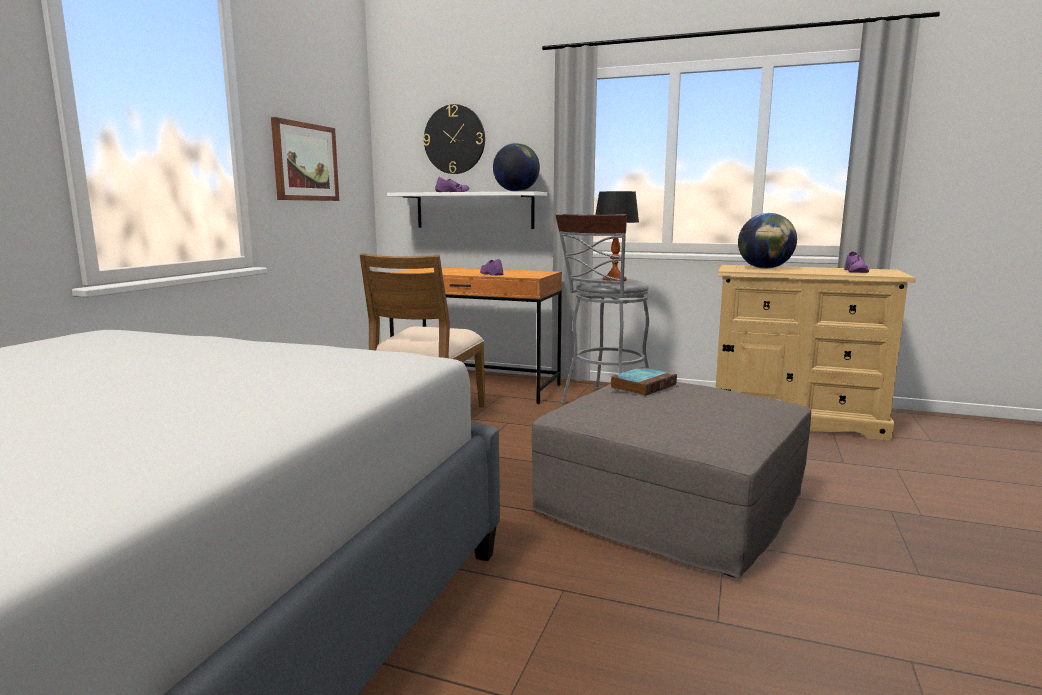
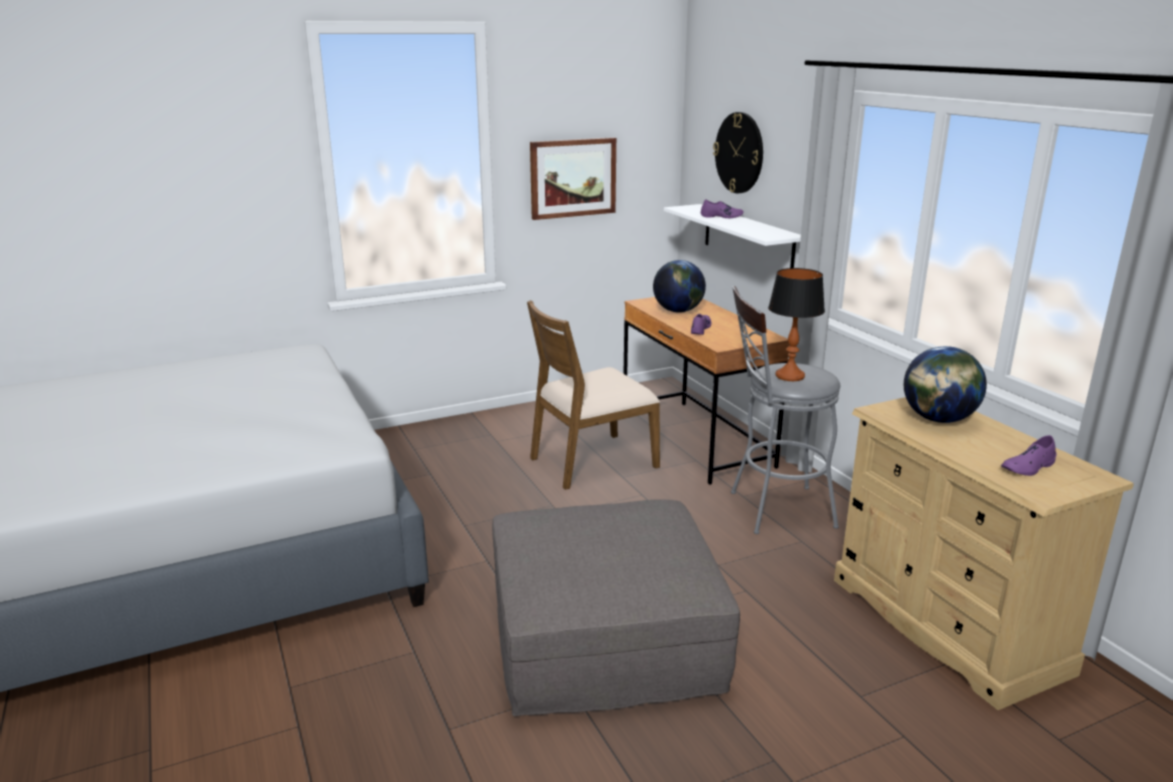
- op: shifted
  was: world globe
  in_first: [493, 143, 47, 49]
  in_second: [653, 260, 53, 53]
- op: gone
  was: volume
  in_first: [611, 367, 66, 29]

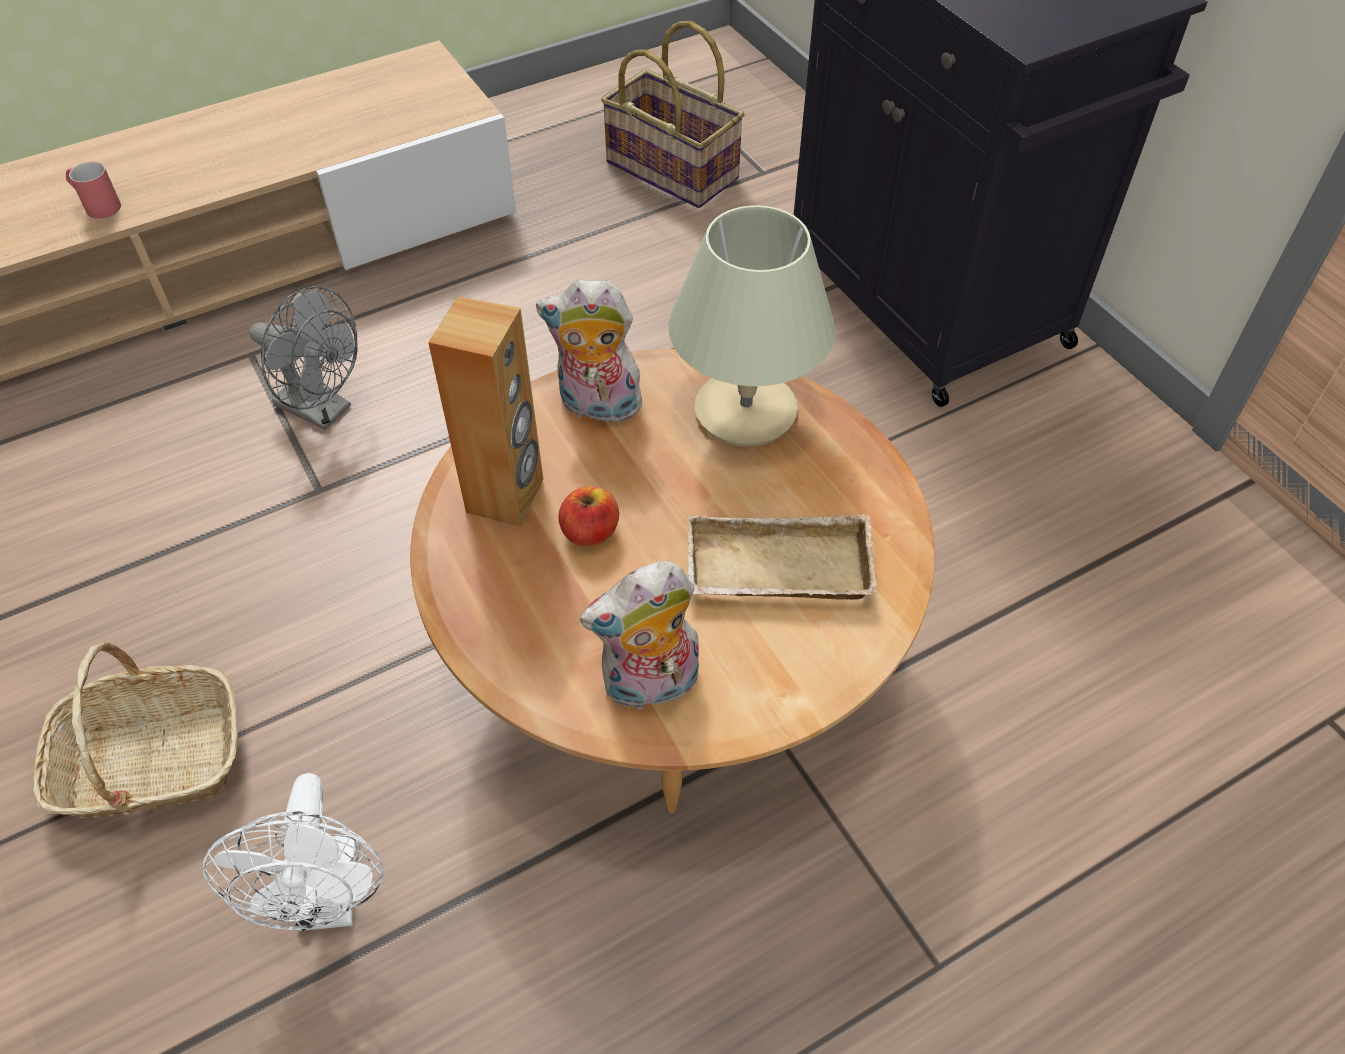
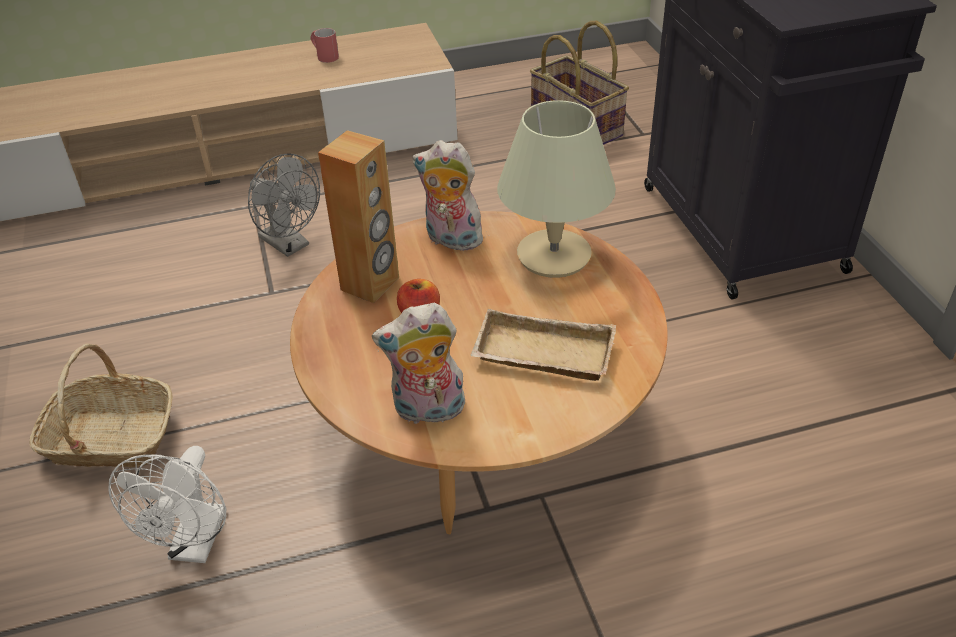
- op: shifted
  was: red mug
  in_first: [66, 162, 55, 57]
  in_second: [310, 28, 29, 35]

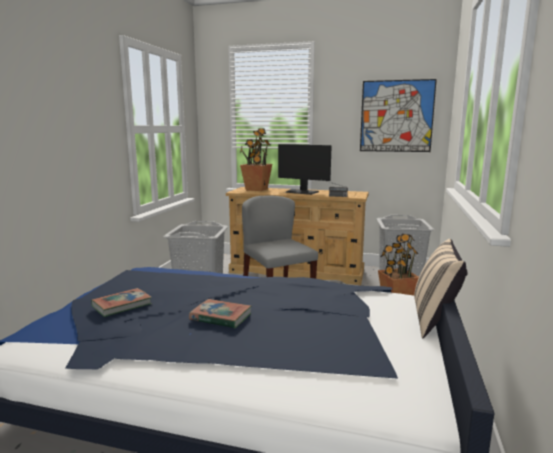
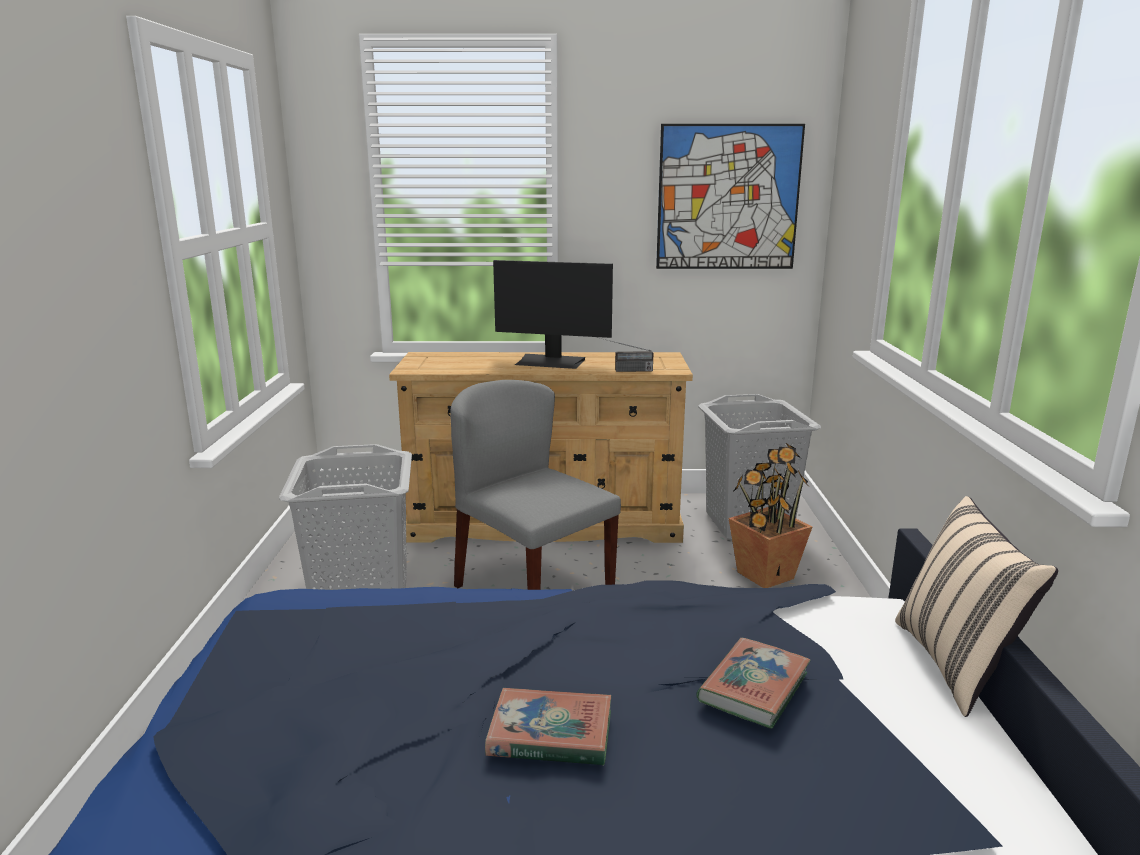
- op: shifted
  was: volume
  in_first: [91, 288, 61, 29]
  in_second: [696, 638, 115, 91]
- op: gone
  was: plant in a pot
  in_first: [240, 128, 32, 63]

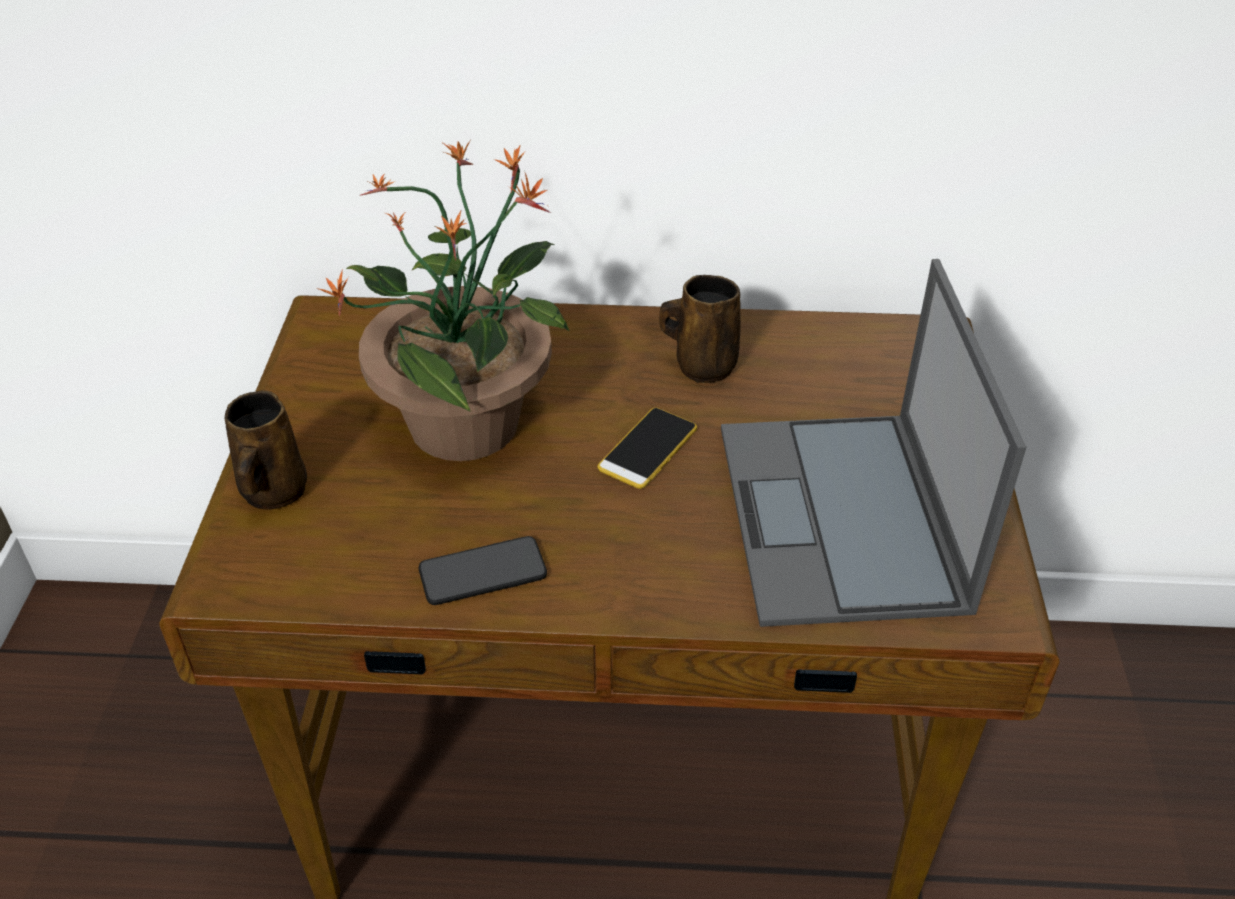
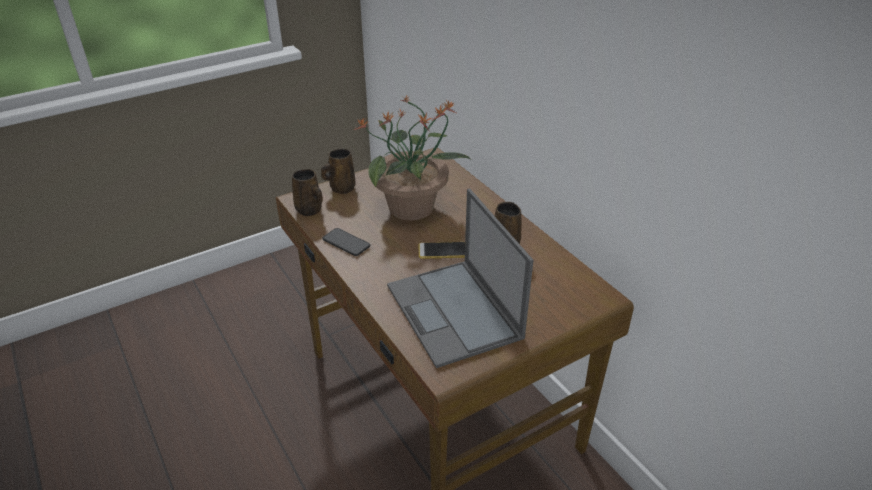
- op: rotated
  was: notebook computer
  in_first: [721, 259, 305, 368]
  in_second: [387, 188, 146, 180]
  clockwise: -75
- op: new
  now: brown mug
  in_second: [292, 169, 31, 47]

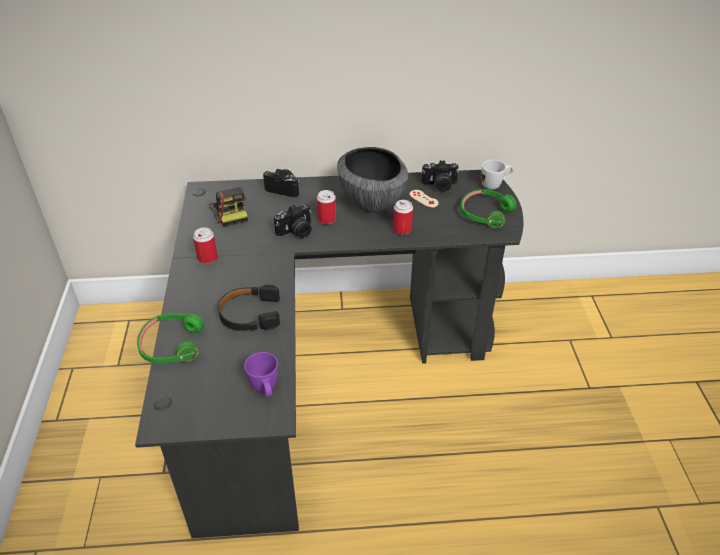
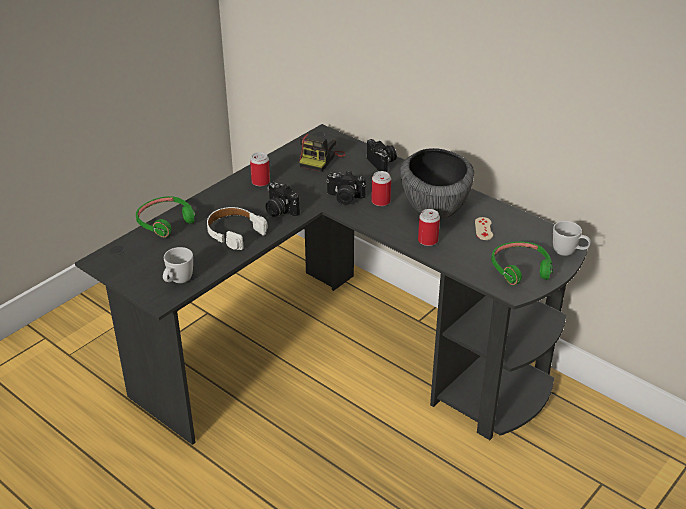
- op: repainted
  was: blackish headset
  now: white headset
  in_first: [218, 285, 62, 46]
  in_second: [207, 207, 61, 43]
- op: repainted
  was: purplish mug
  now: white mug
  in_first: [244, 352, 34, 45]
  in_second: [163, 247, 30, 36]
- op: shifted
  was: still camera
  in_first: [421, 160, 38, 32]
  in_second: [265, 182, 35, 35]

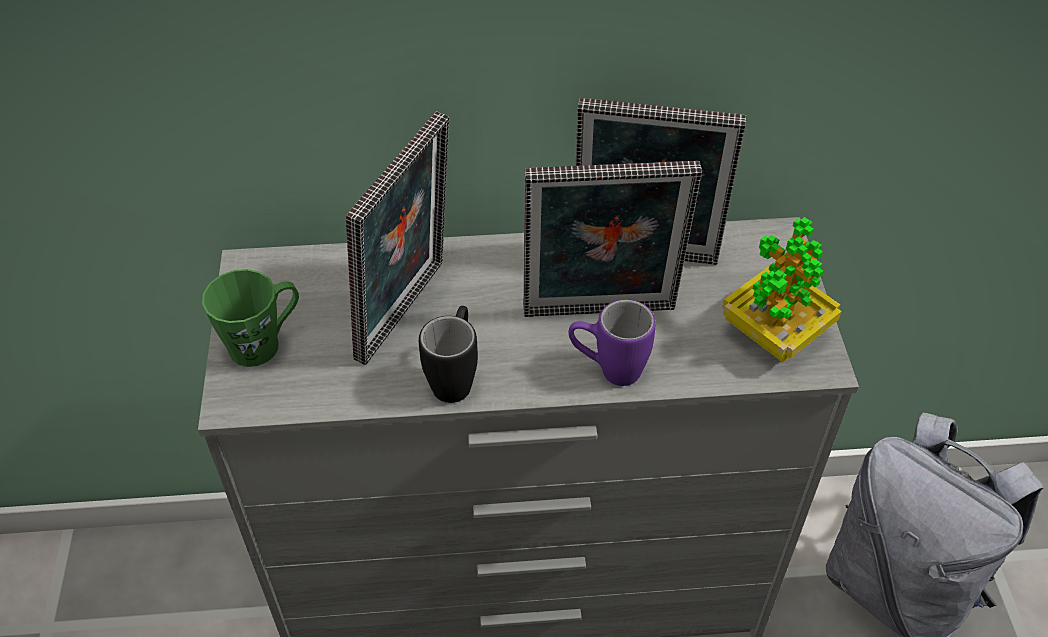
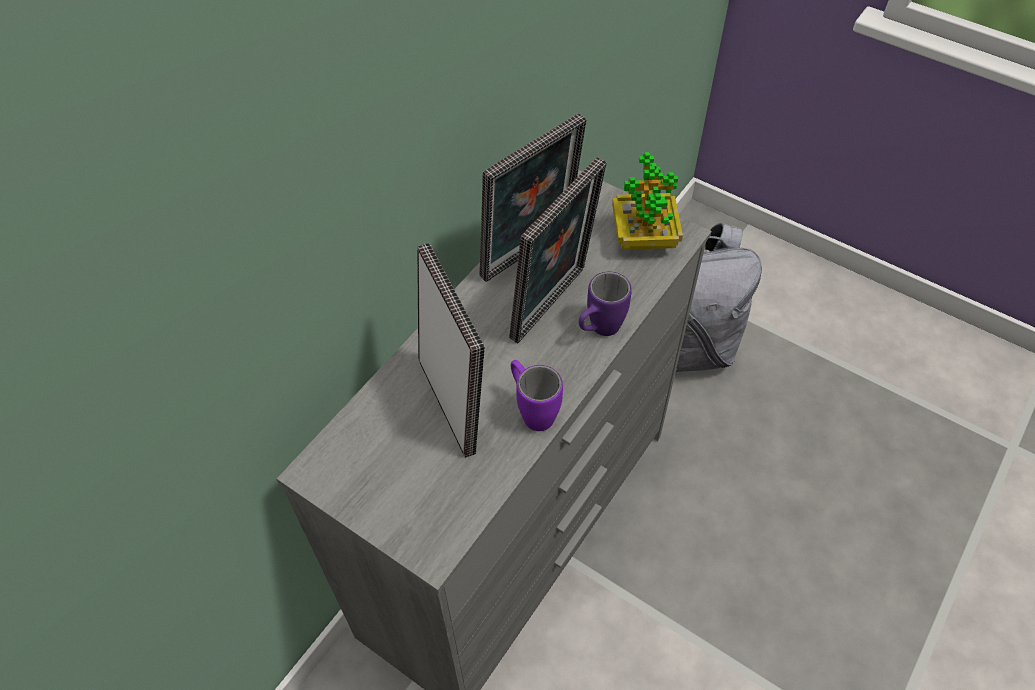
- op: gone
  was: green mug
  in_first: [202, 269, 97, 98]
- op: repainted
  was: blackish mug
  now: purplish mug
  in_first: [419, 306, 59, 97]
  in_second: [511, 360, 52, 71]

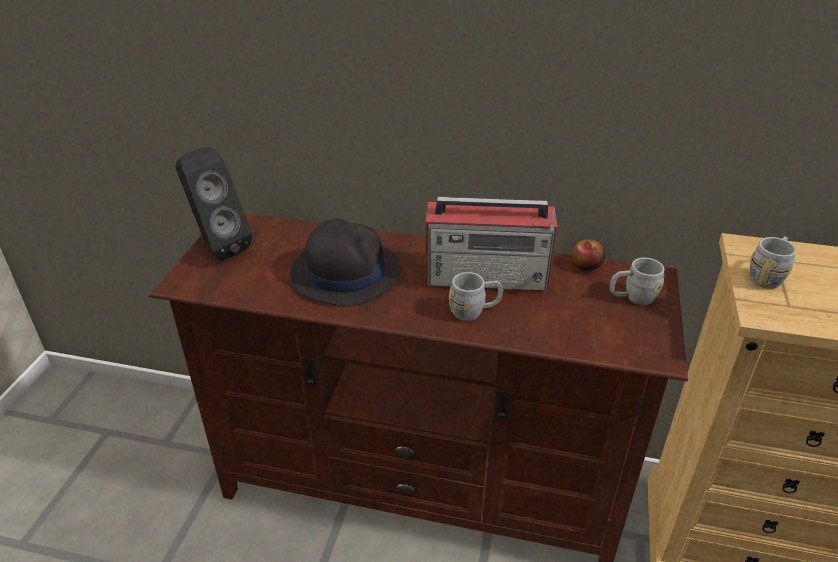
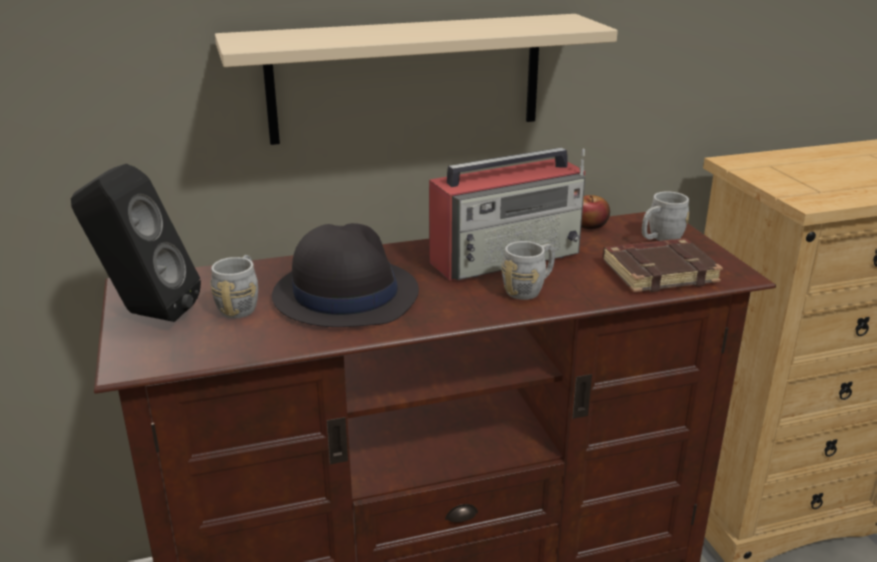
- op: shifted
  was: gray mug
  in_first: [750, 236, 46, 53]
  in_second: [210, 255, 48, 63]
- op: new
  now: sand-coloured bracket shelf
  in_second: [215, 14, 403, 131]
- op: new
  now: brown volume
  in_second: [603, 238, 120, 54]

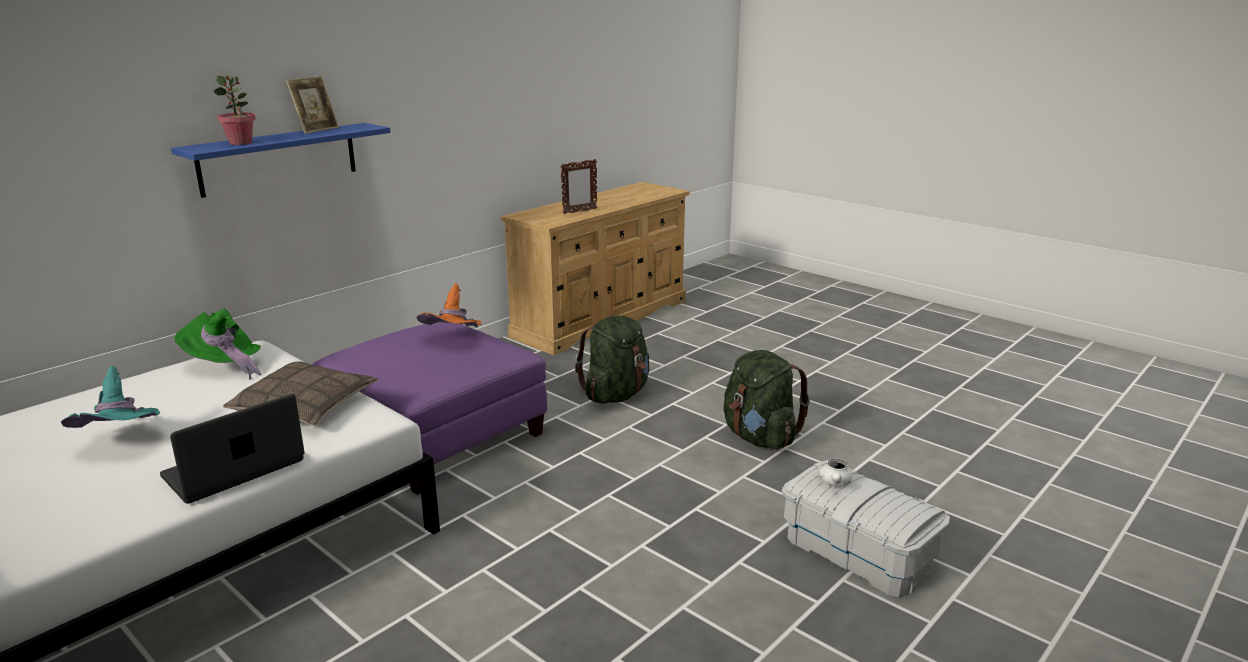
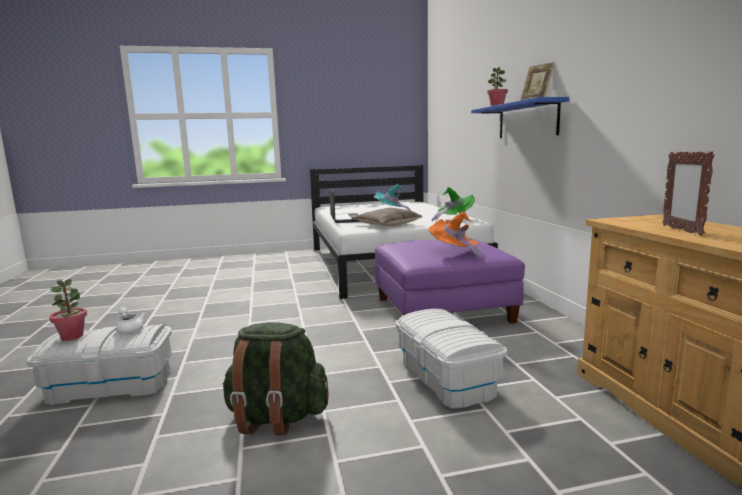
- op: swapped
  was: green knapsack
  now: white storage container
  in_first: [575, 315, 74, 89]
  in_second: [396, 309, 111, 100]
- op: new
  now: plant in a pot
  in_second: [49, 279, 38, 62]

